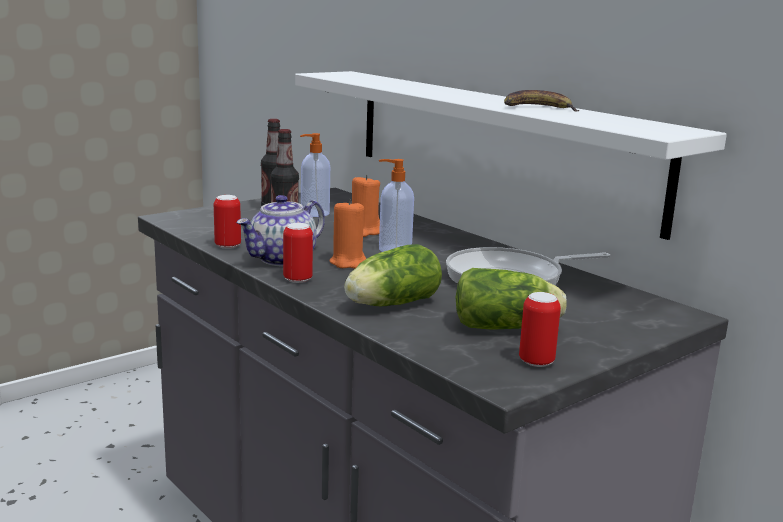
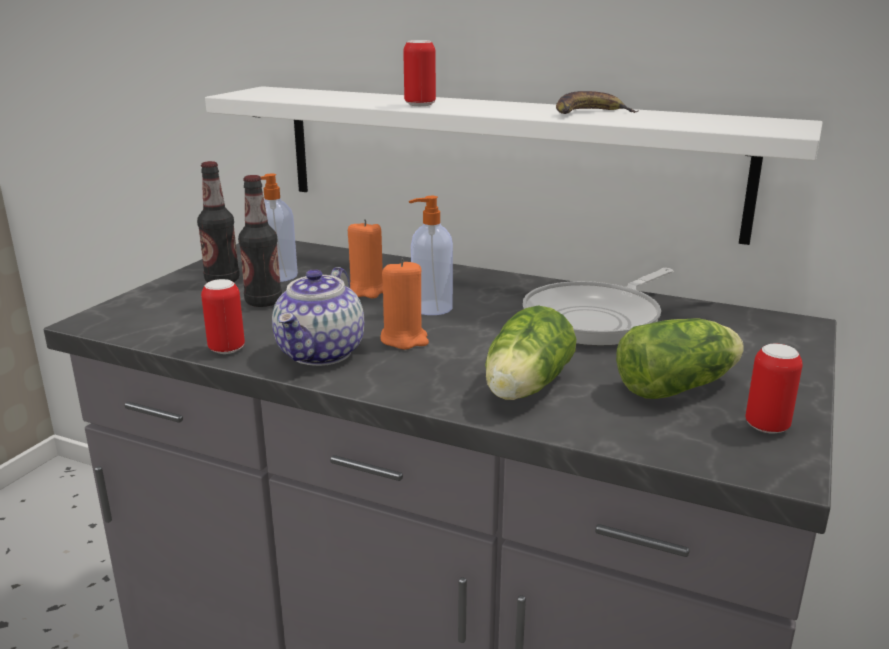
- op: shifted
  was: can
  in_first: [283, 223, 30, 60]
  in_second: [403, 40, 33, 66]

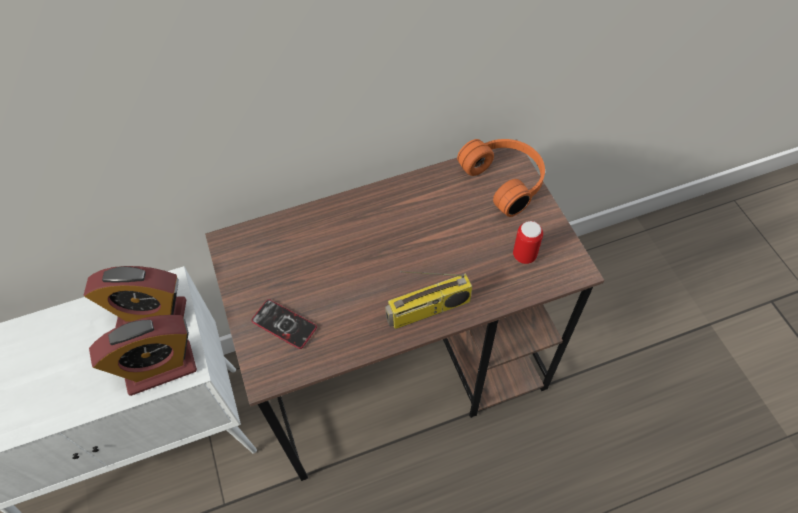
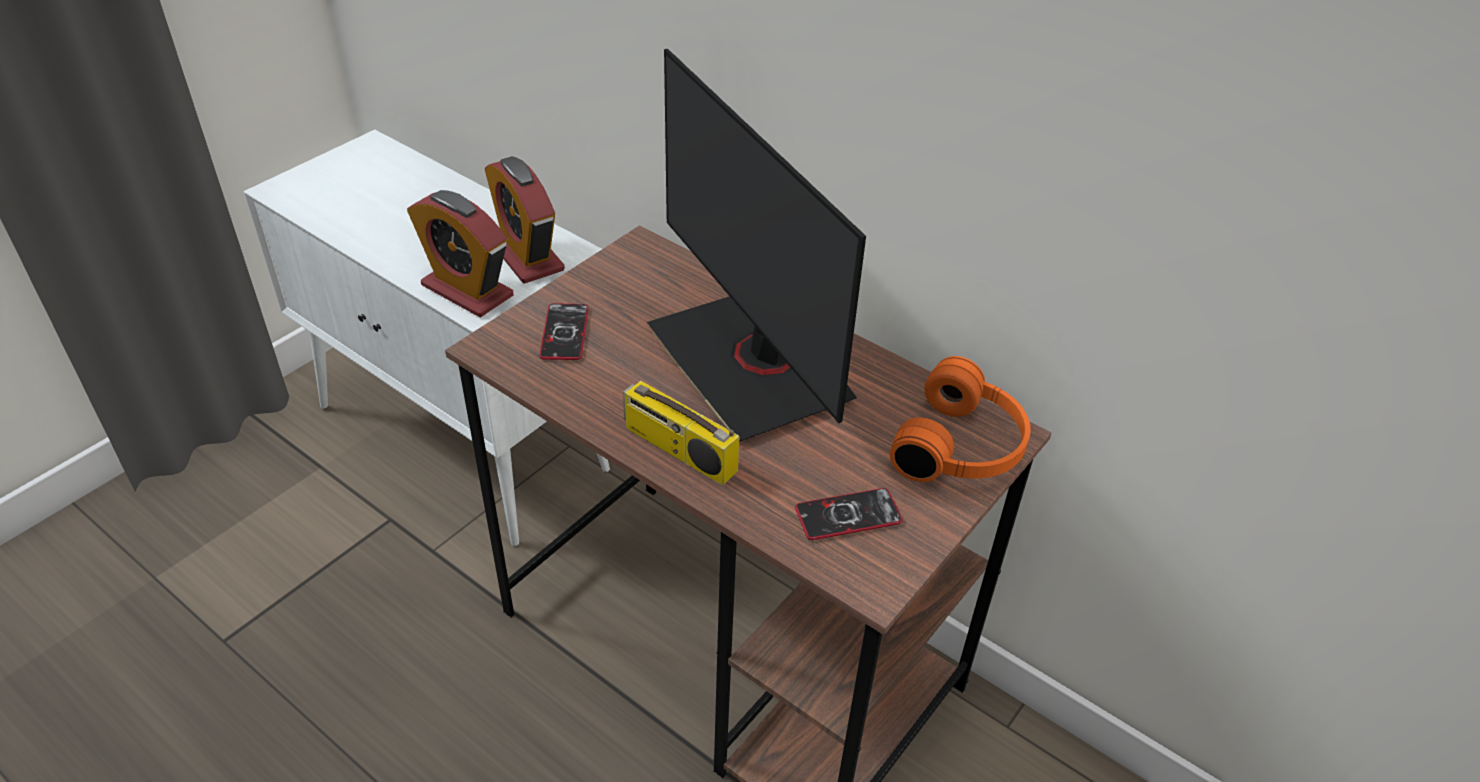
- op: swapped
  was: can
  now: handset
  in_first: [513, 221, 30, 43]
  in_second: [795, 488, 107, 52]
- op: new
  now: computer screen
  in_second: [647, 49, 219, 393]

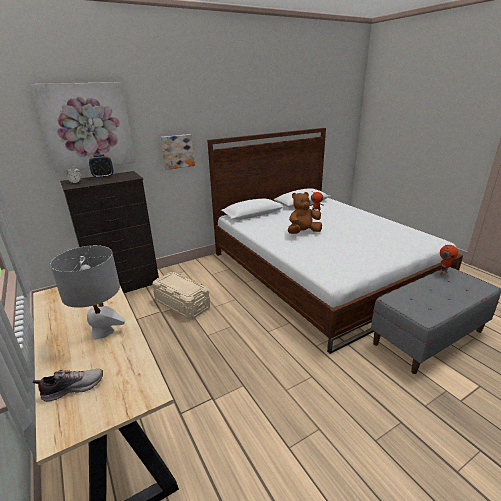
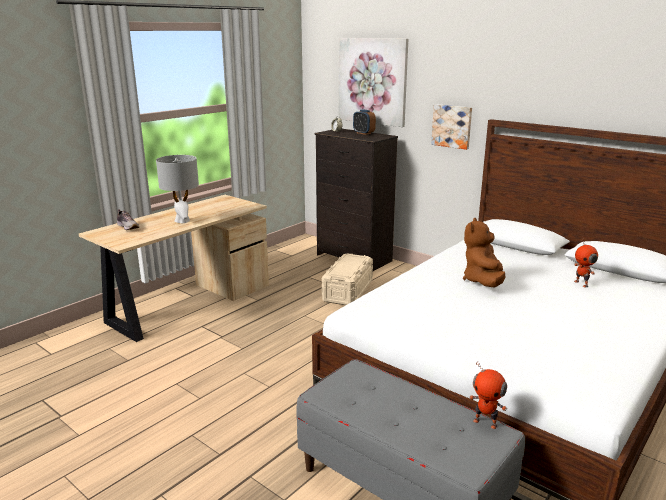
- op: rotated
  was: brown soft toy
  in_first: [288, 192, 34, 42]
  in_second: [463, 218, 42, 69]
  clockwise: -120

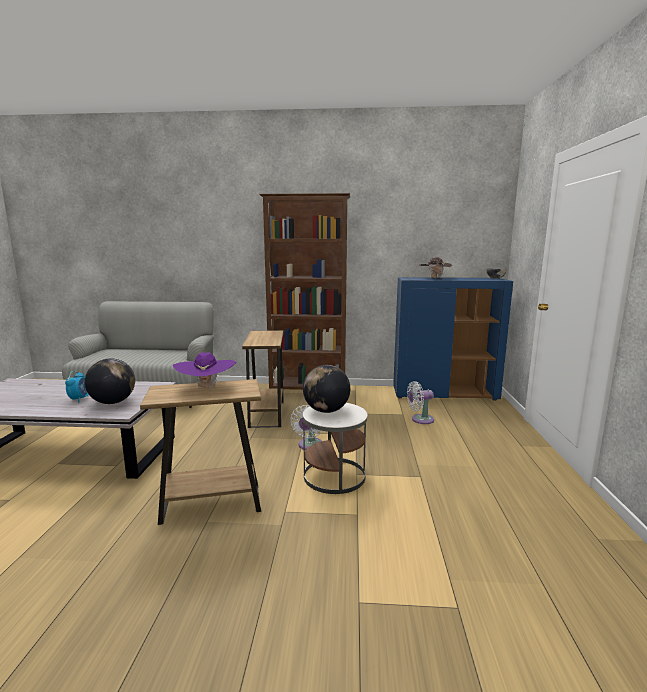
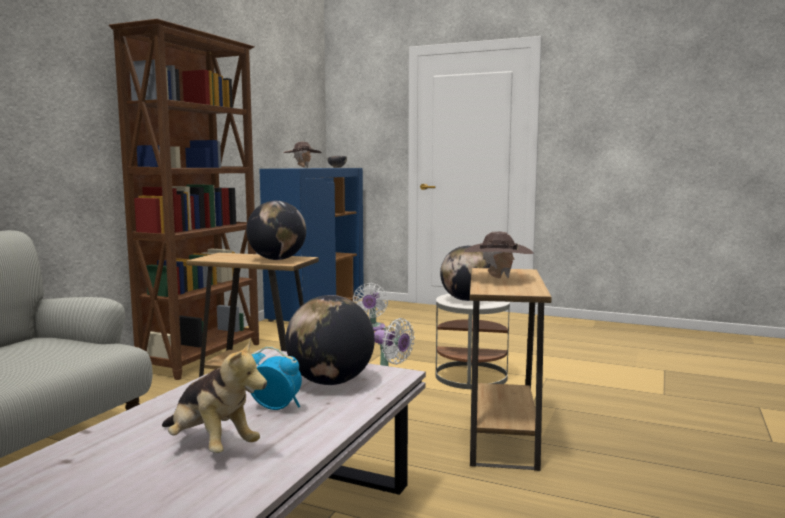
- op: repainted
  was: purplish clothing hat
  now: brown clothing hat
  in_first: [173, 352, 63, 38]
  in_second: [463, 232, 71, 46]
- op: new
  now: soft toy
  in_second: [162, 339, 105, 114]
- op: new
  now: world globe
  in_second: [246, 201, 60, 59]

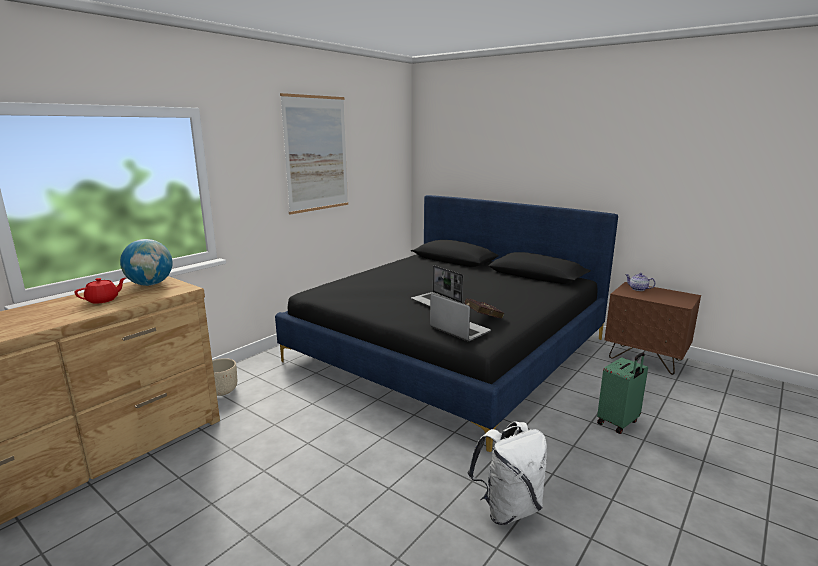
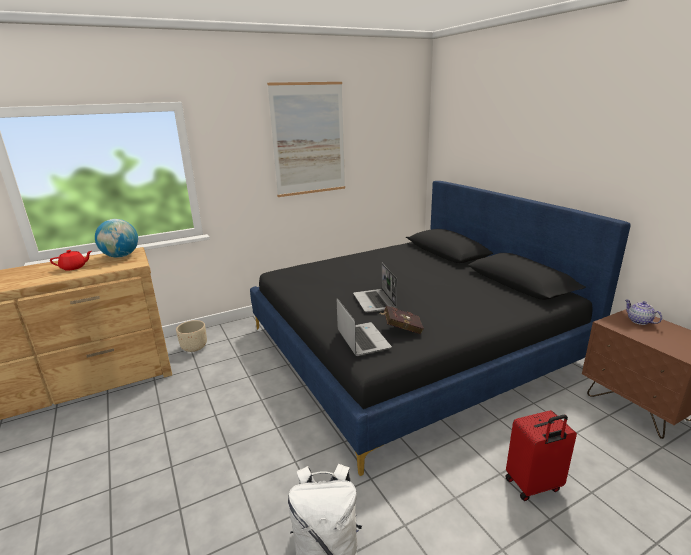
- op: repainted
  was: green travel case
  now: red travel case
  in_first: [597, 352, 51, 82]
  in_second: [505, 410, 72, 91]

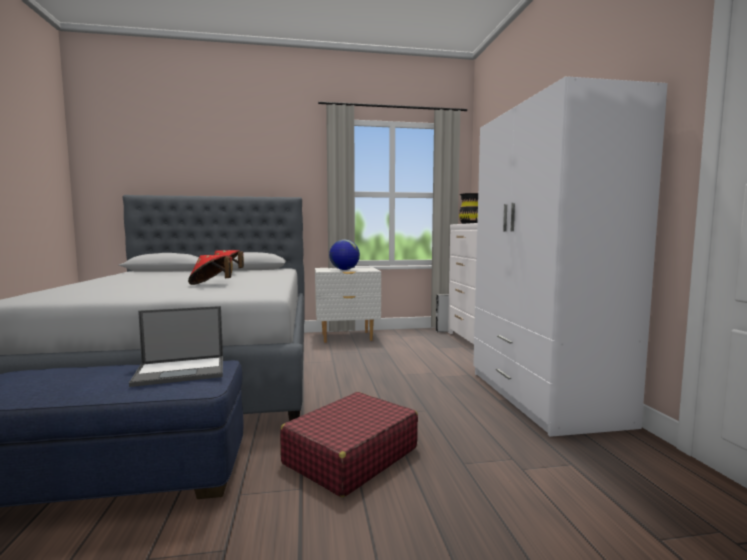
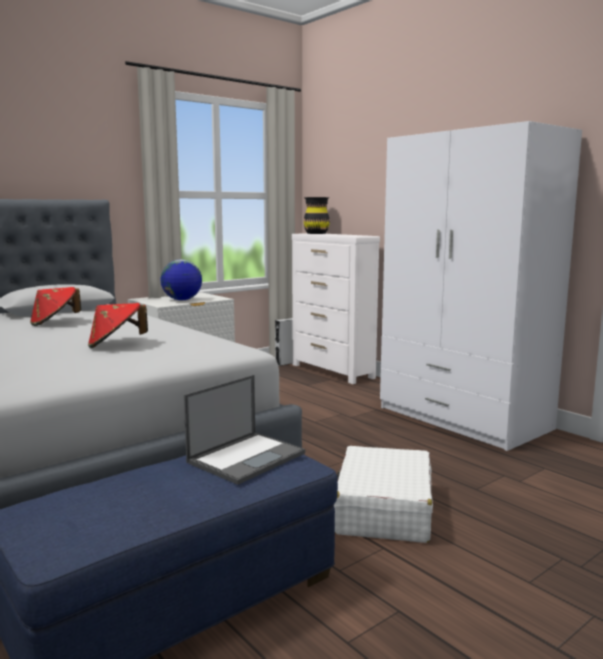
- op: repainted
  was: red travel case
  now: white travel case
  in_first: [280, 392, 138, 105]
  in_second: [333, 446, 100, 97]

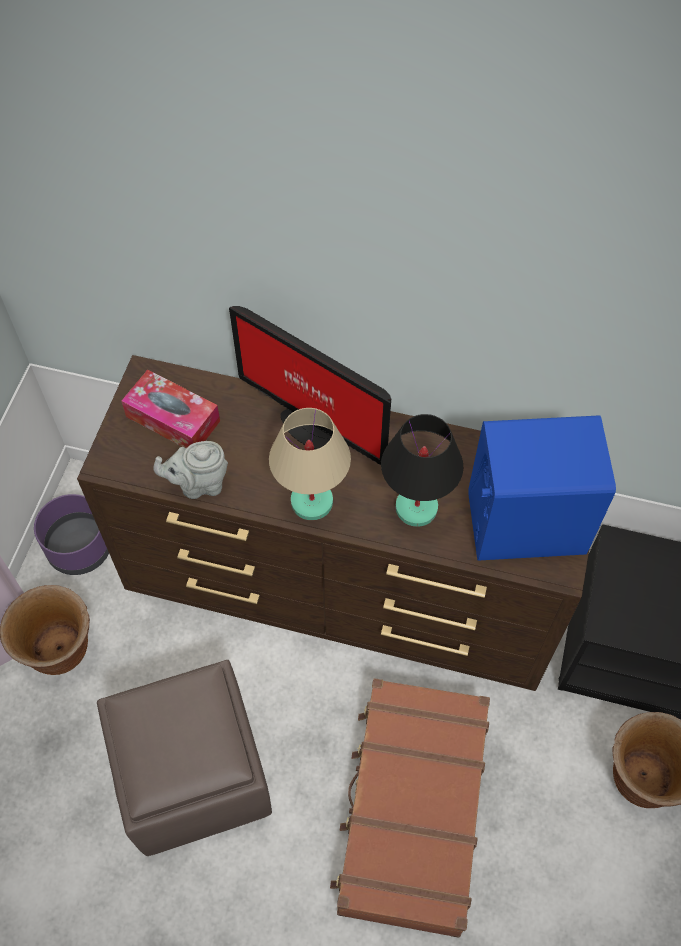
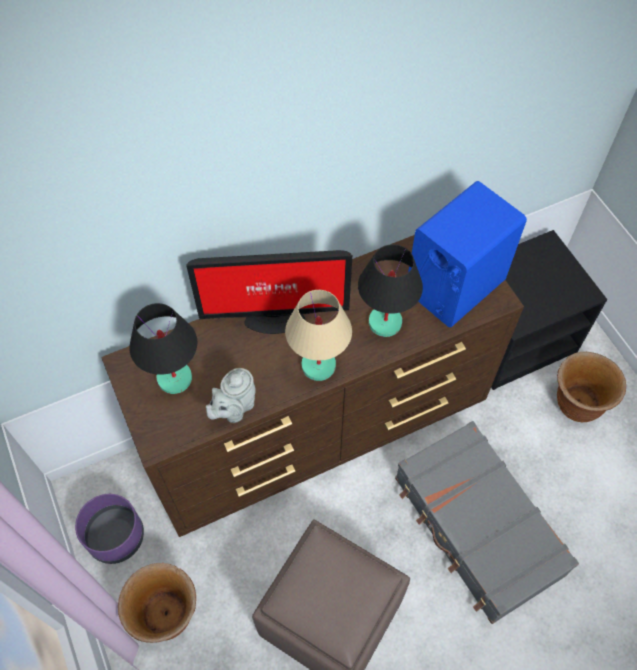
- op: swapped
  was: tissue box
  now: blackish tabletop lamp
  in_first: [121, 370, 99, 78]
  in_second: [129, 303, 69, 91]
- op: repainted
  was: brown travel case
  now: gray travel case
  in_first: [330, 679, 160, 259]
  in_second: [395, 421, 184, 203]

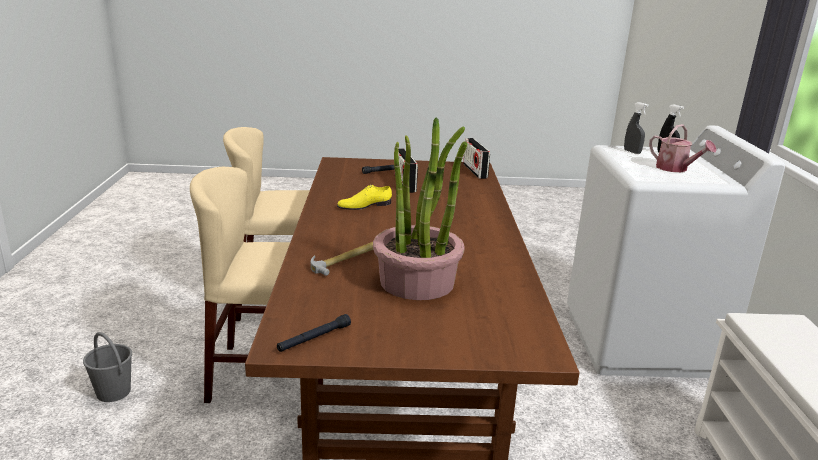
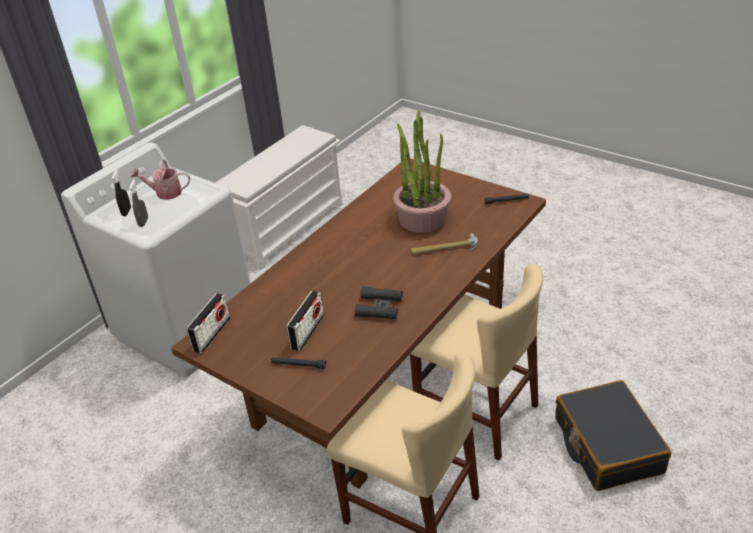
- op: swapped
  was: gray water bucket
  now: blackish travel case
  in_first: [83, 332, 49, 70]
  in_second: [555, 380, 116, 111]
- op: swapped
  was: yellowish item of footwear
  now: blackish binoculars
  in_first: [337, 185, 55, 25]
  in_second: [355, 287, 48, 32]
- op: rotated
  was: sprinkling can
  in_first: [649, 124, 68, 48]
  in_second: [131, 160, 59, 40]
  clockwise: -90

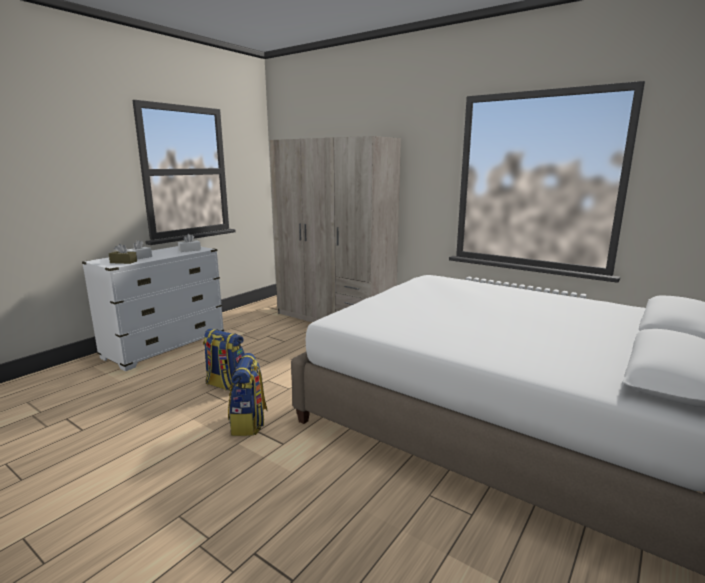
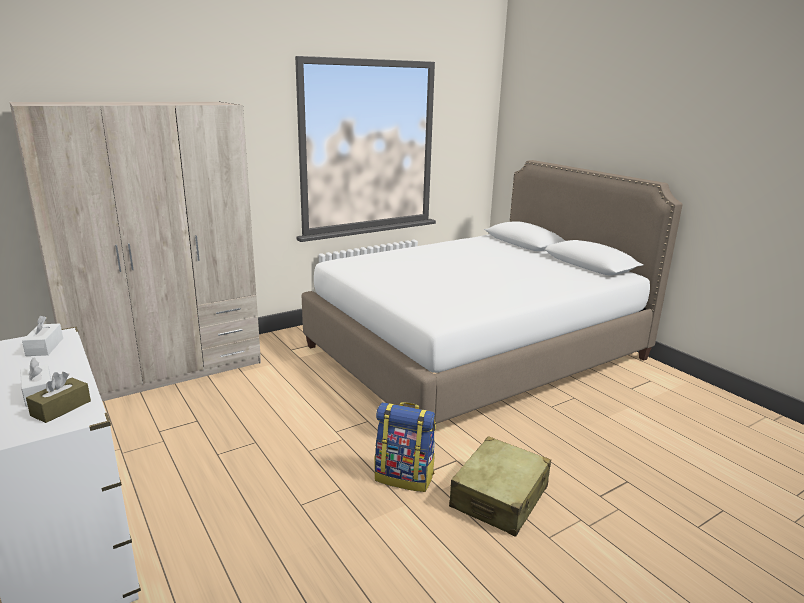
- op: gone
  was: knapsack
  in_first: [203, 329, 42, 62]
- op: new
  now: sand-coloured travel case
  in_second: [449, 436, 102, 101]

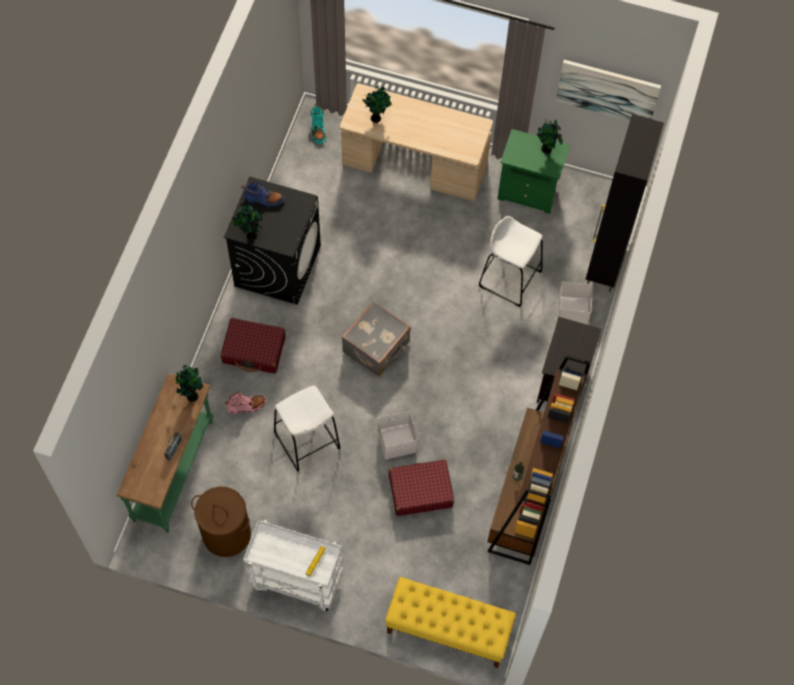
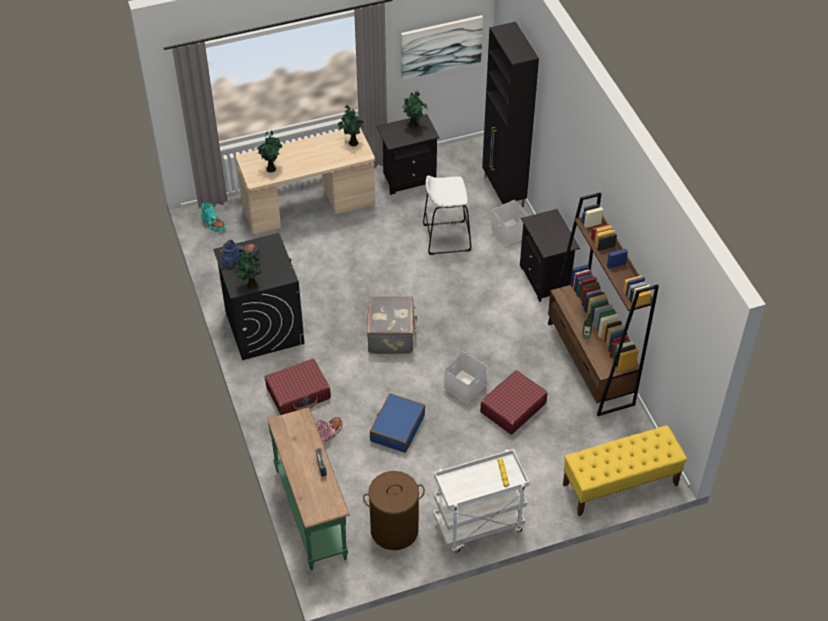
- op: shifted
  was: plant in a pot
  in_first: [175, 365, 28, 37]
  in_second: [338, 105, 26, 41]
- op: swapped
  was: white stool
  now: bluish travel case
  in_first: [274, 385, 67, 86]
  in_second: [370, 393, 55, 60]
- op: repainted
  was: green nightstand
  now: blackish nightstand
  in_first: [497, 129, 73, 85]
  in_second: [376, 114, 64, 81]

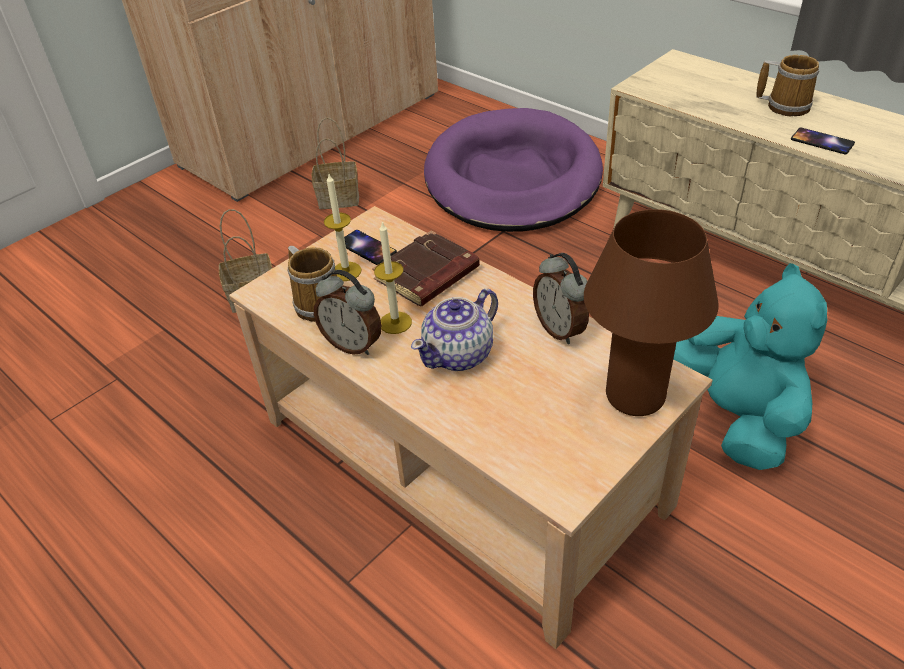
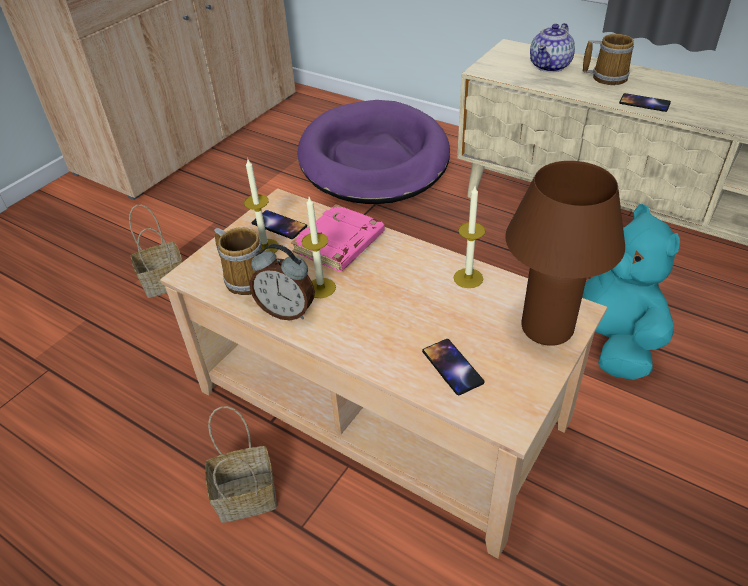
- op: shifted
  was: storage basket
  in_first: [312, 117, 47, 92]
  in_second: [205, 406, 72, 117]
- op: repainted
  was: brown volume
  now: pink volume
  in_first: [372, 231, 108, 75]
  in_second: [291, 204, 94, 67]
- op: shifted
  was: teapot
  in_first: [411, 289, 87, 82]
  in_second: [530, 23, 45, 49]
- op: swapped
  was: bedside clock
  now: wax light
  in_first: [533, 253, 56, 91]
  in_second: [453, 186, 32, 102]
- op: new
  now: handset
  in_second: [422, 339, 63, 56]

